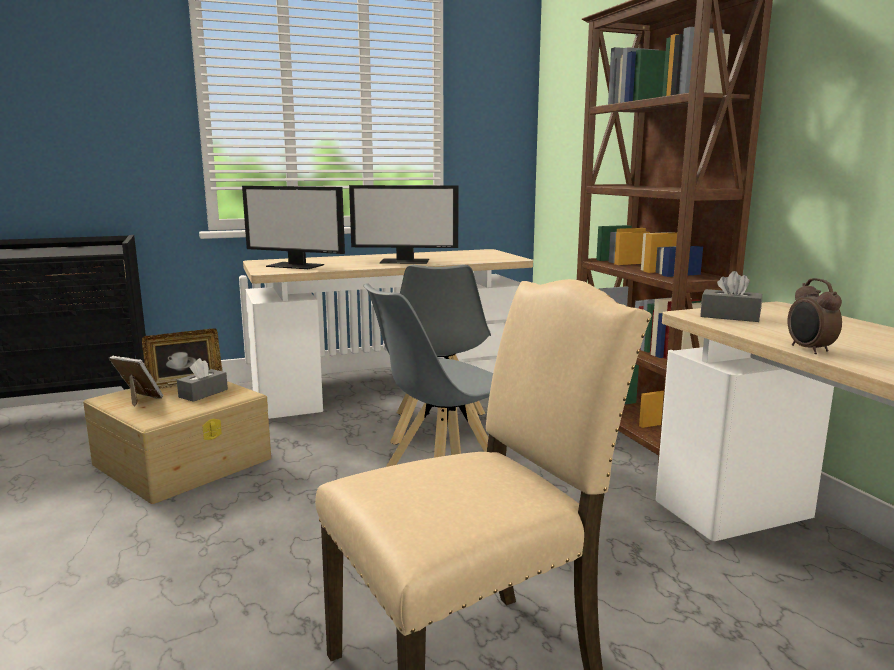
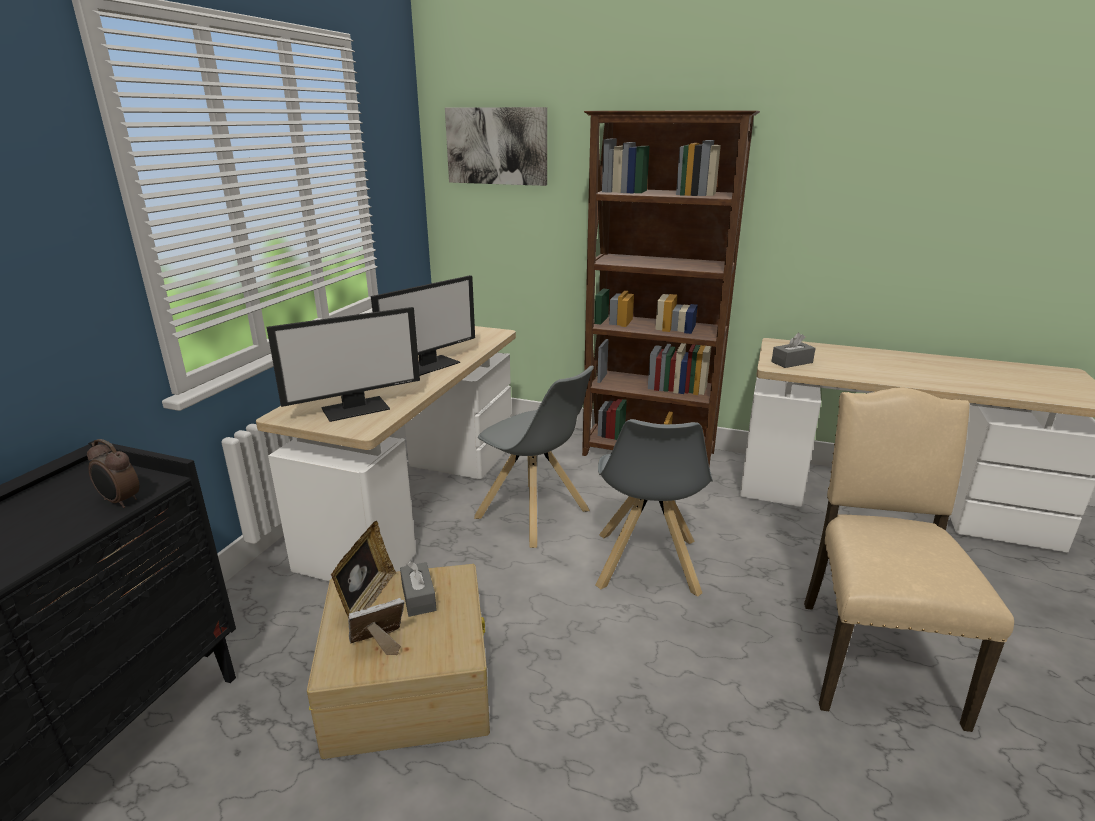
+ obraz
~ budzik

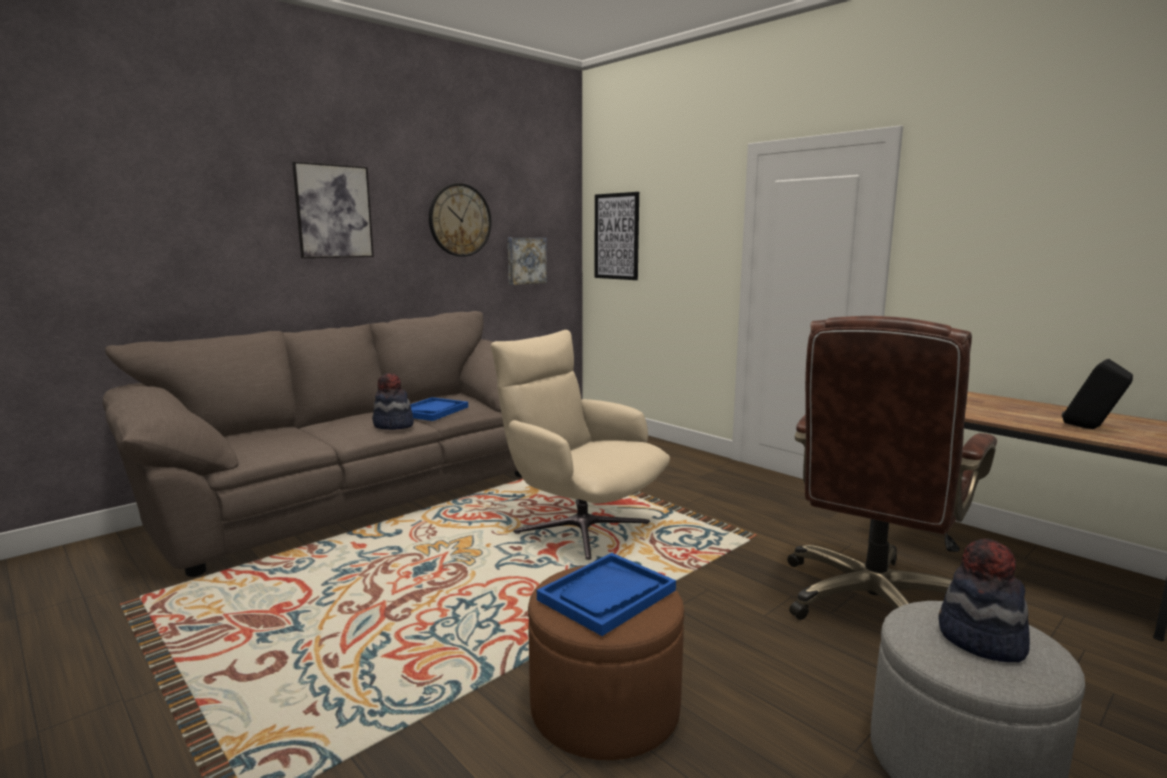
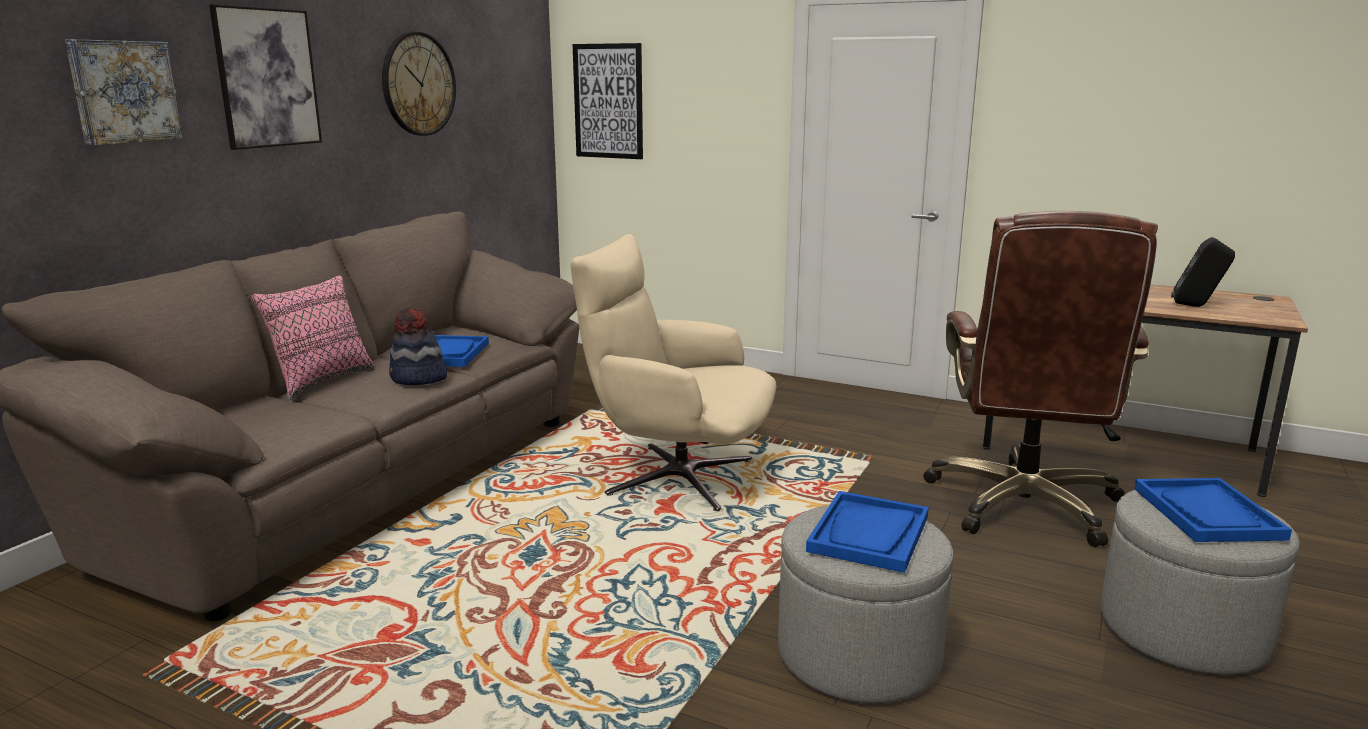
+ poduszka [różowy]
~ obraz (2nd from left in the first image) to obraz (1st from left)
~ kapelusz (2nd from left) to taca [niebieski] (3rd from left)
~ pufa [brązowy] to pufa [szary] (1st from left)

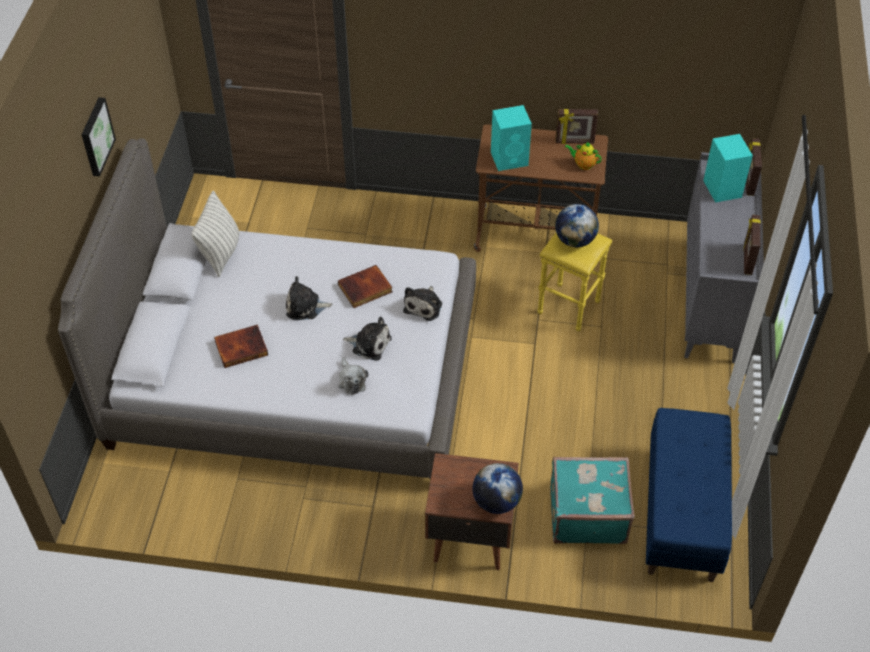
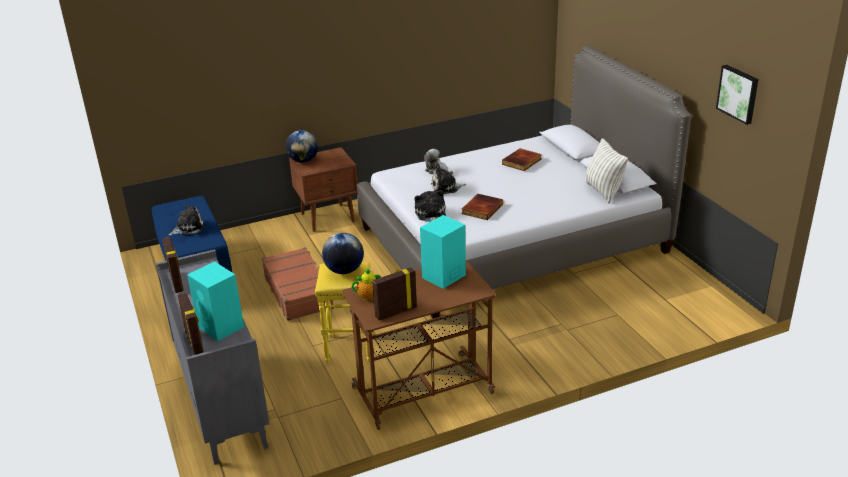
- walizka [turkusowy]
+ walizka [brązowy]
~ obraz
~ pluszak (1st from left)

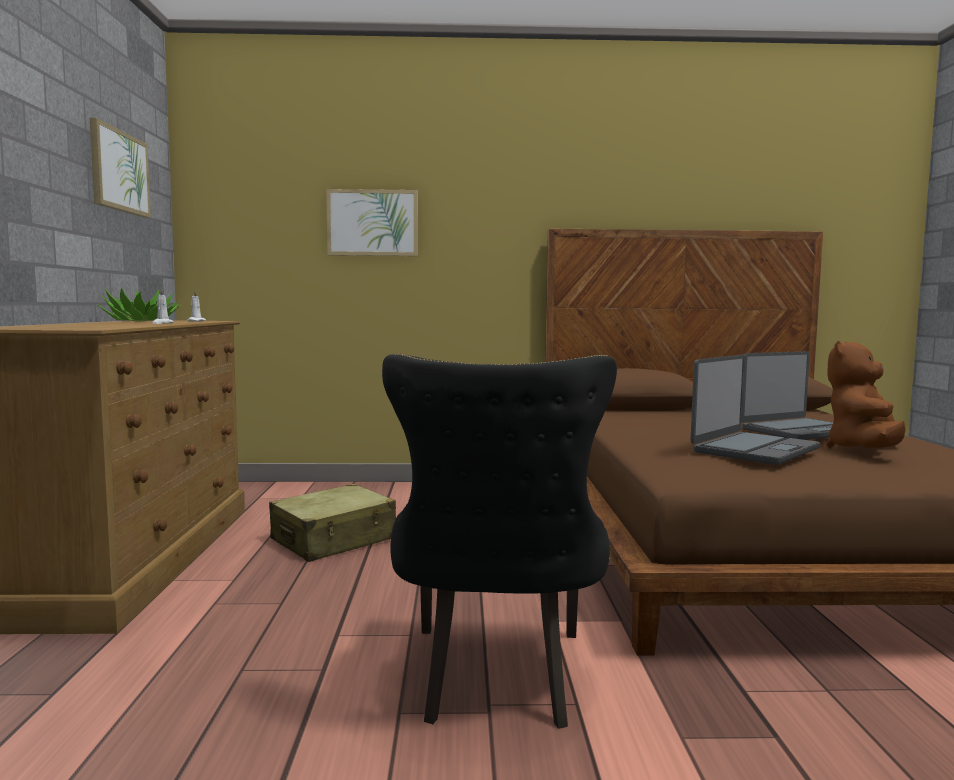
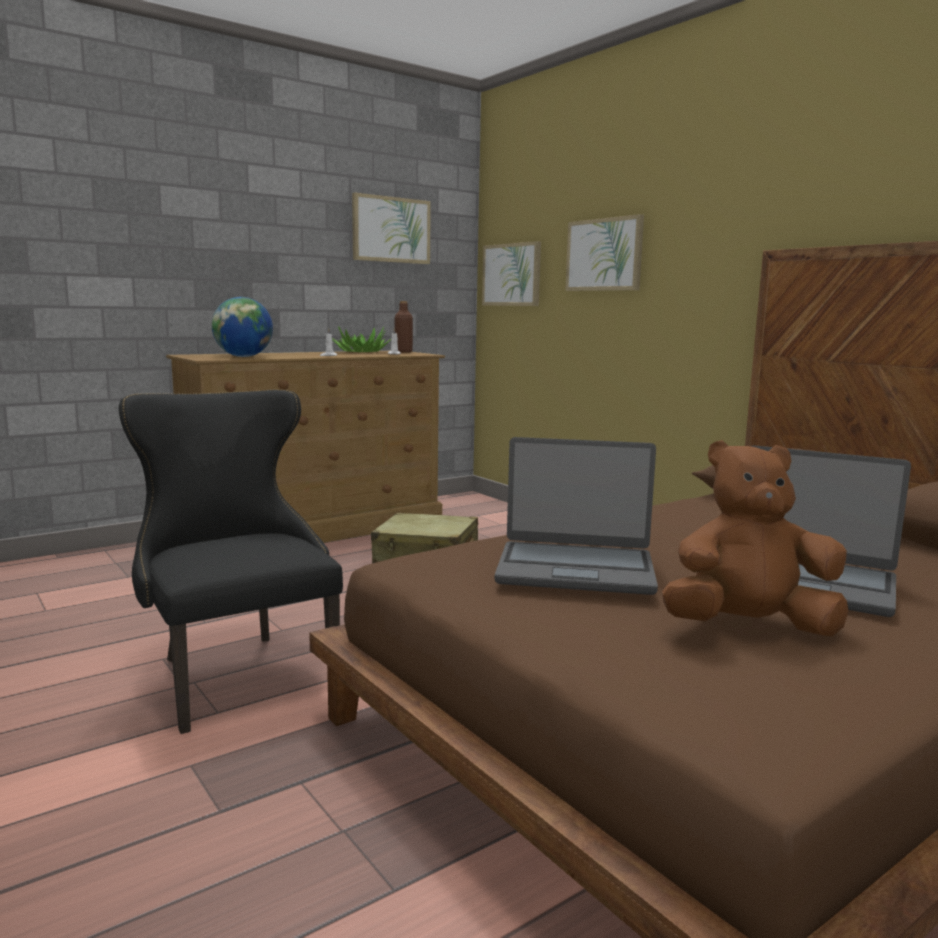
+ globus
+ butelka [brązowy]
+ obraz (2nd from left)
~ krzesło [czarny] 90 degrees clockwise

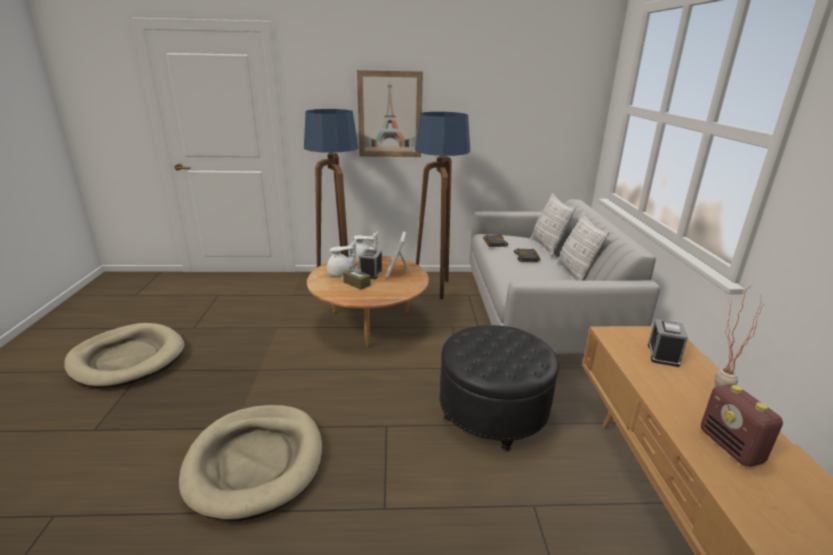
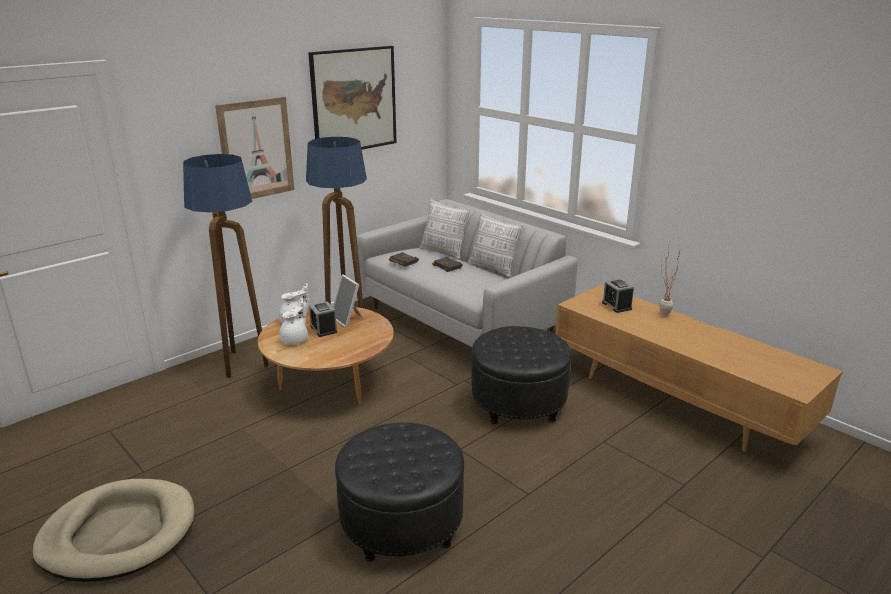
- pudełko chusteczek [brązowy]
- radio
+ obraz (2nd from left)
~ legowisko [beżowy] (2nd from left) to pufa [czarny] (1st from left)

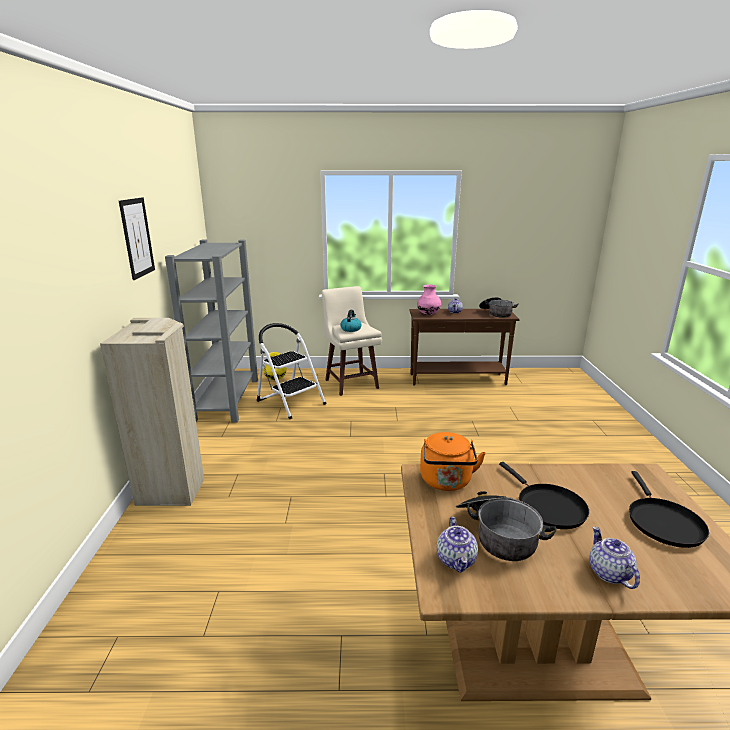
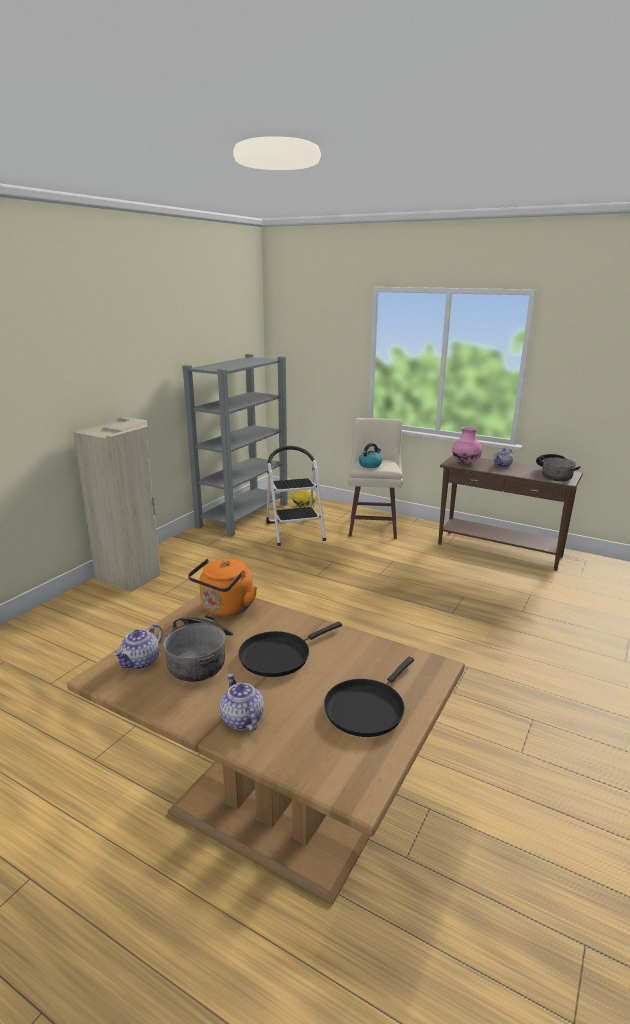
- obraz
~ patelnia [czarny] (1st from left) 45 degrees clockwise
~ imbryk (3rd from left in the first image) 45 degrees counterclockwise

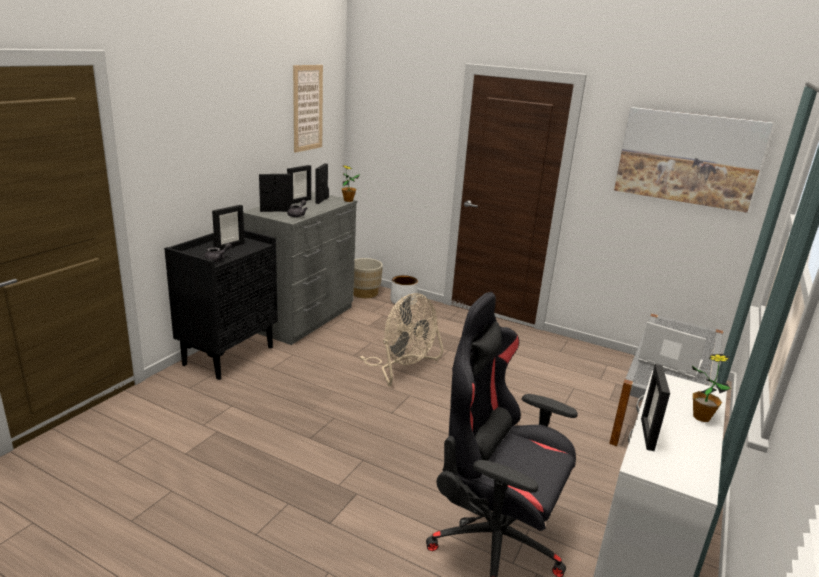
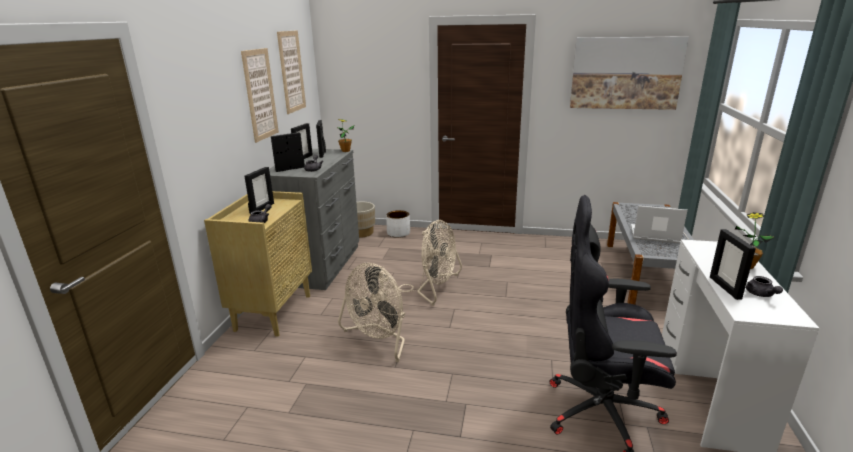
+ obraz (1st from left)
+ wentylator [beżowy] (1st from left)
+ imbryk [szary] (3rd from left)
~ szafka [czarny] to szafka [beżowy]

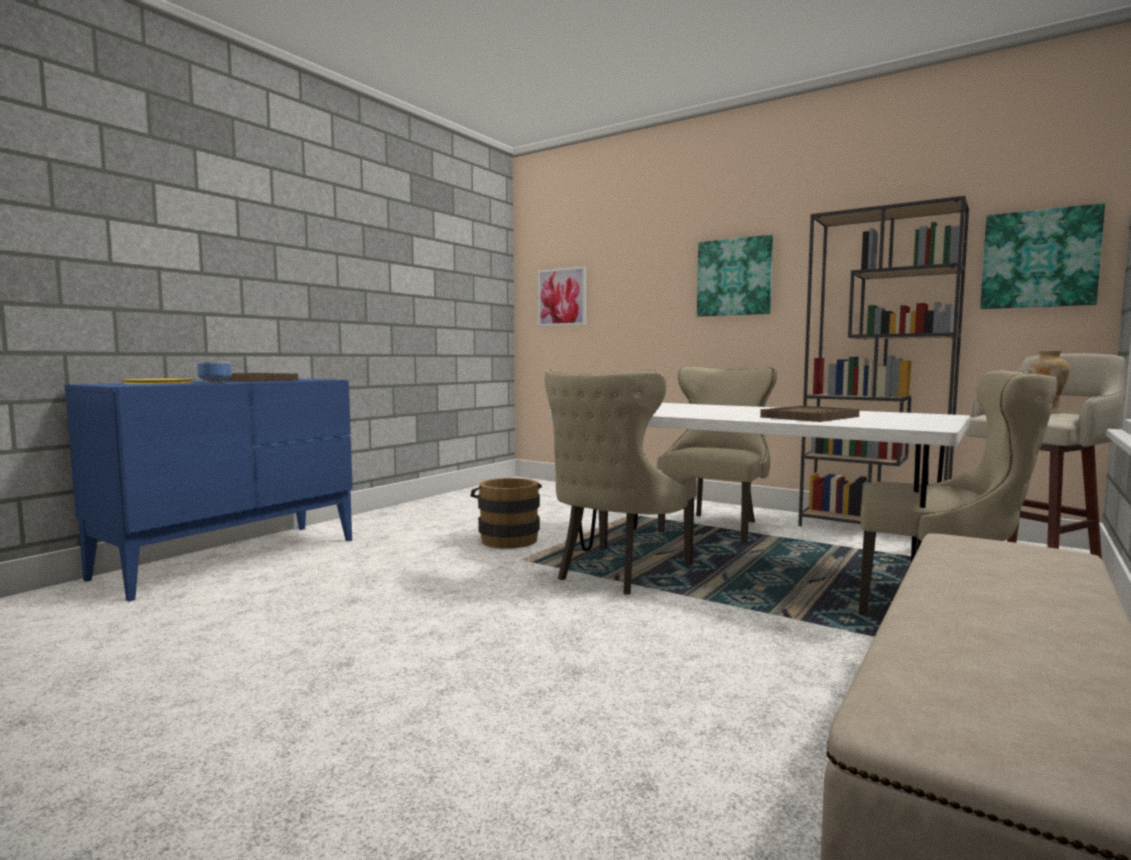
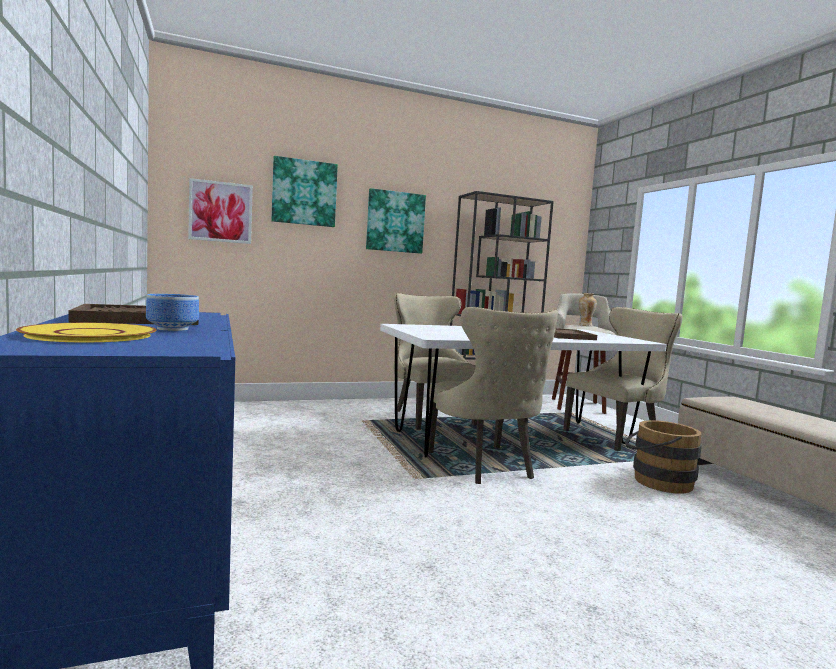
~ wiadro [brązowy]
~ obraz (3rd from left in the first image) to obraz (2nd from left)

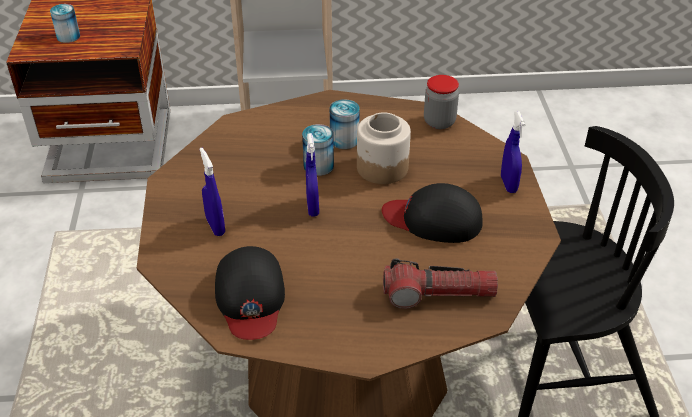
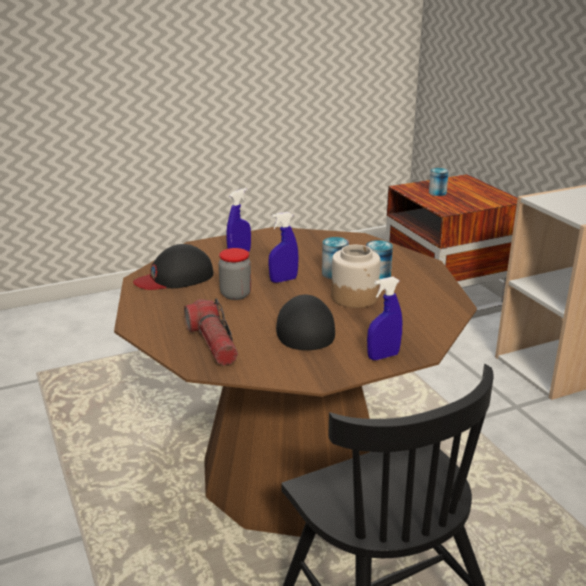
~ słoik (2nd from left in the first image) to słoik (1st from left)

